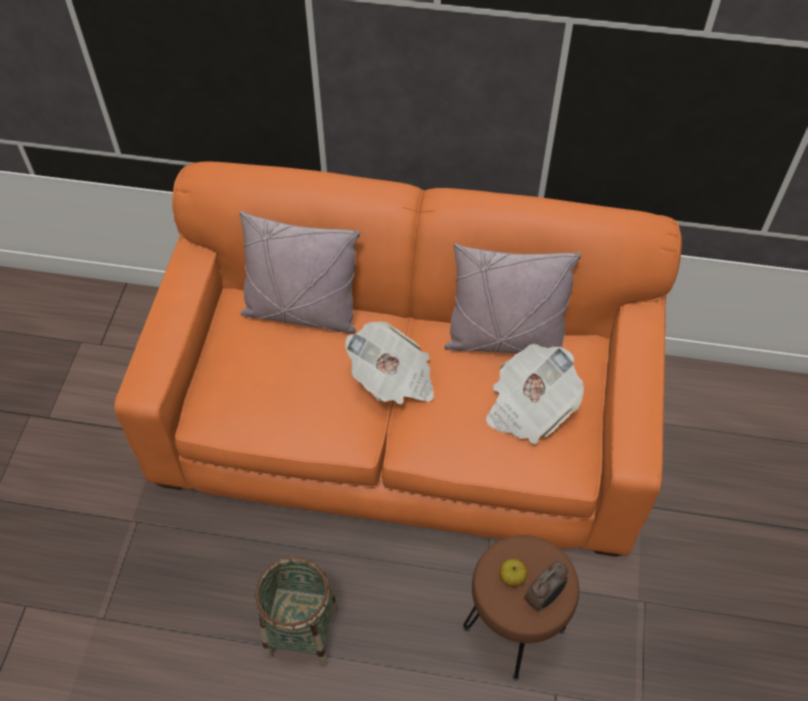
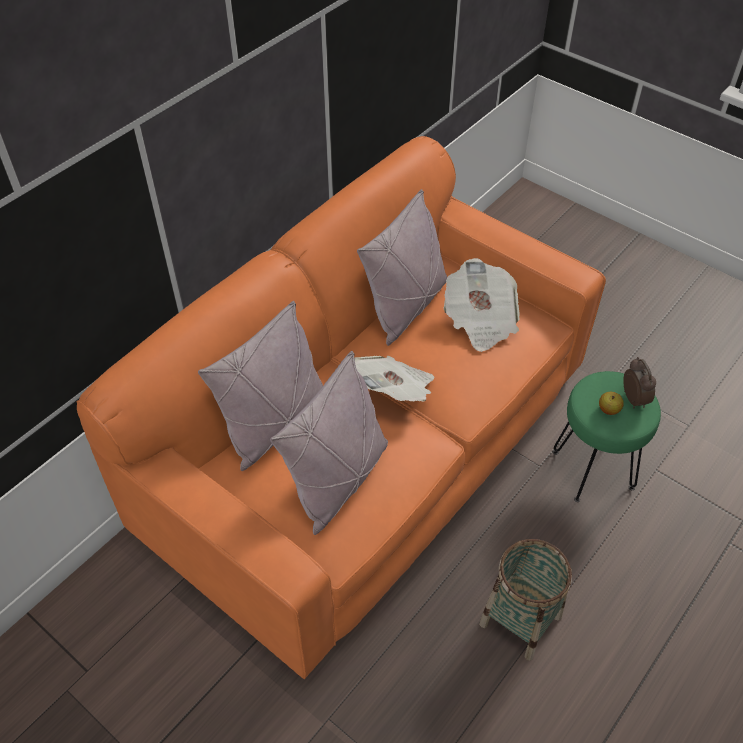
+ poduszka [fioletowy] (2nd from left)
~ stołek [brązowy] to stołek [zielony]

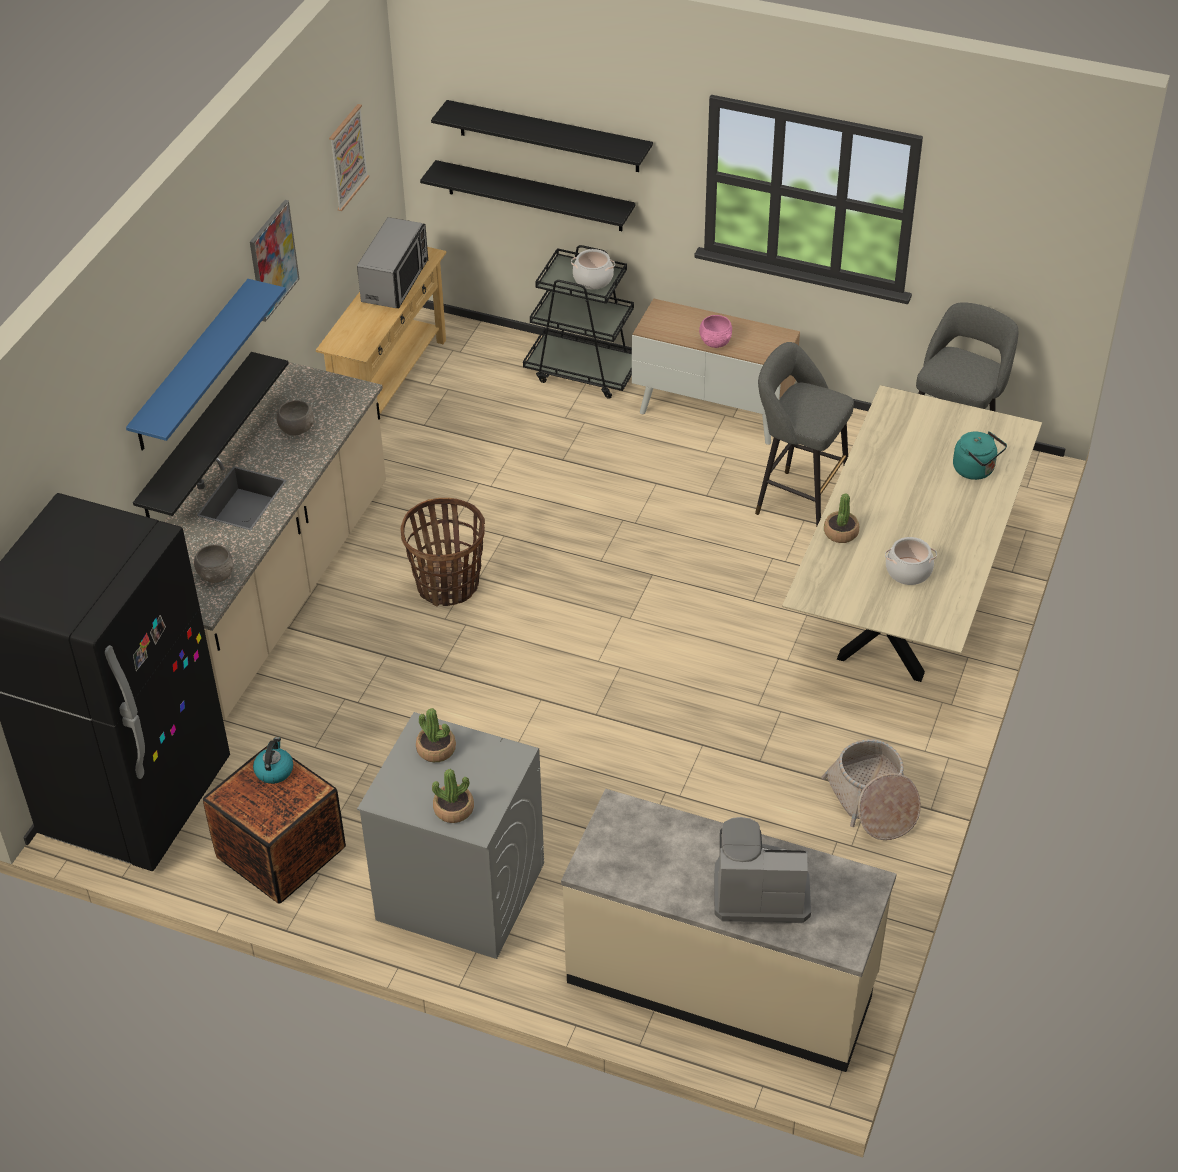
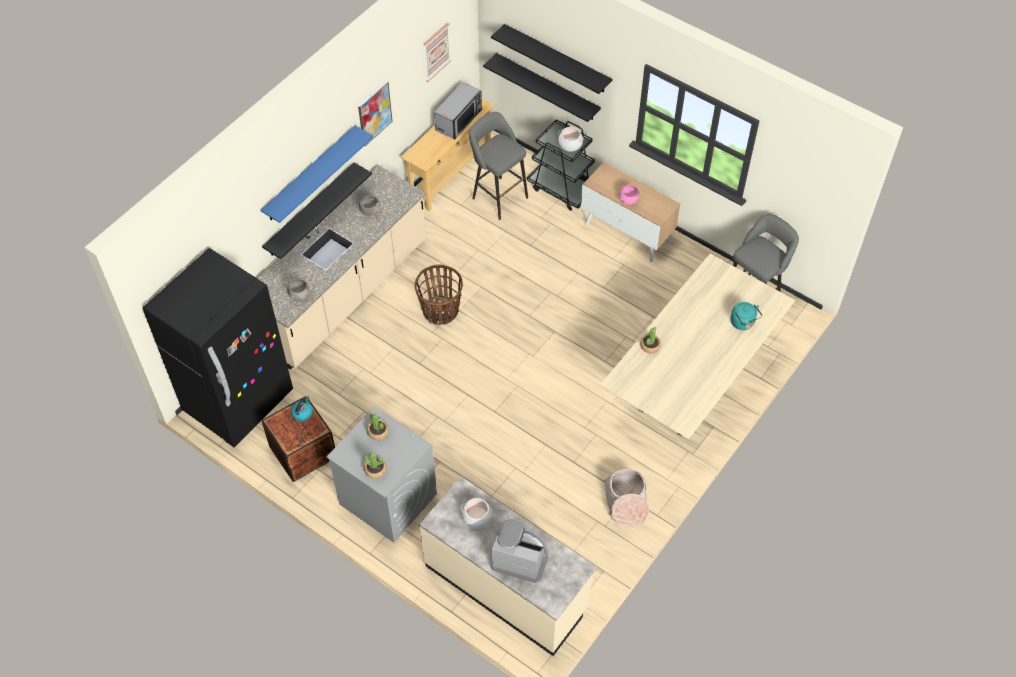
~ stołek [szary] (1st from left)
~ garnek (2nd from left in the first image) to garnek (1st from left)

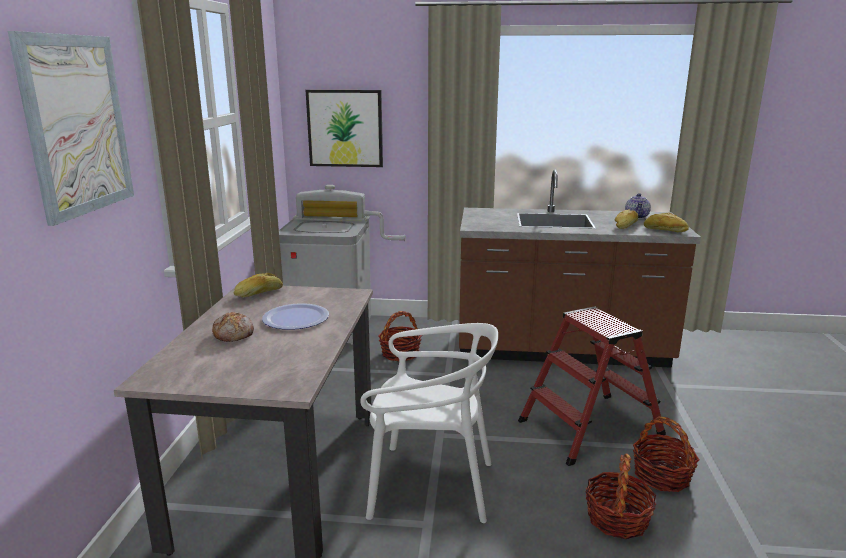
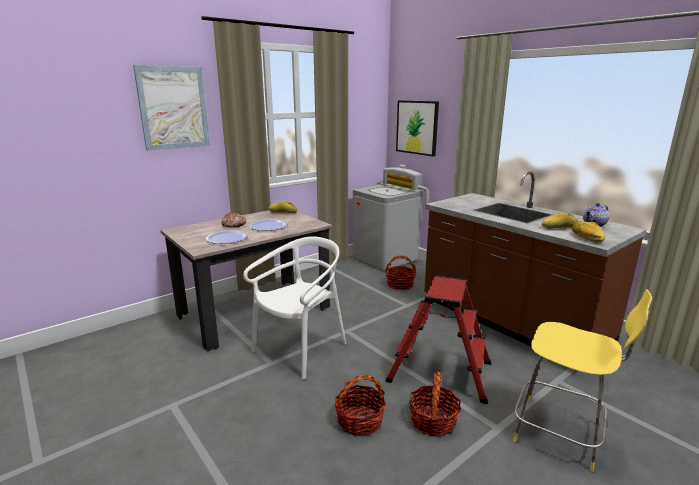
+ talerz (1st from left)
+ stołek [żółty]
~ krzesło [biały] 105 degrees counterclockwise

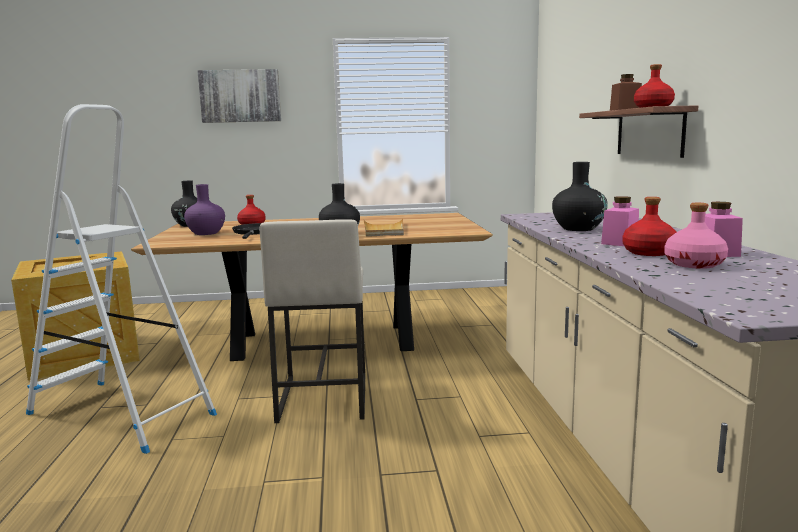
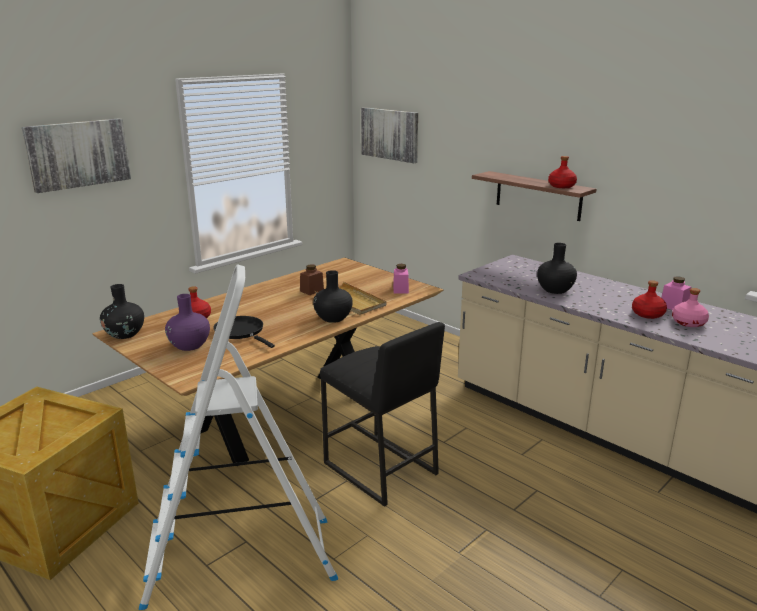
+ obraz (2nd from left)
~ słoik [różowy] (1st from left)
~ słoik [brązowy]
~ stołek [beżowy] to stołek [czarny]

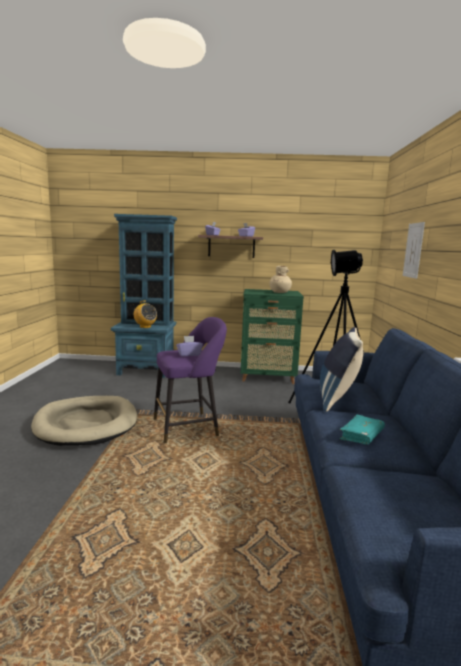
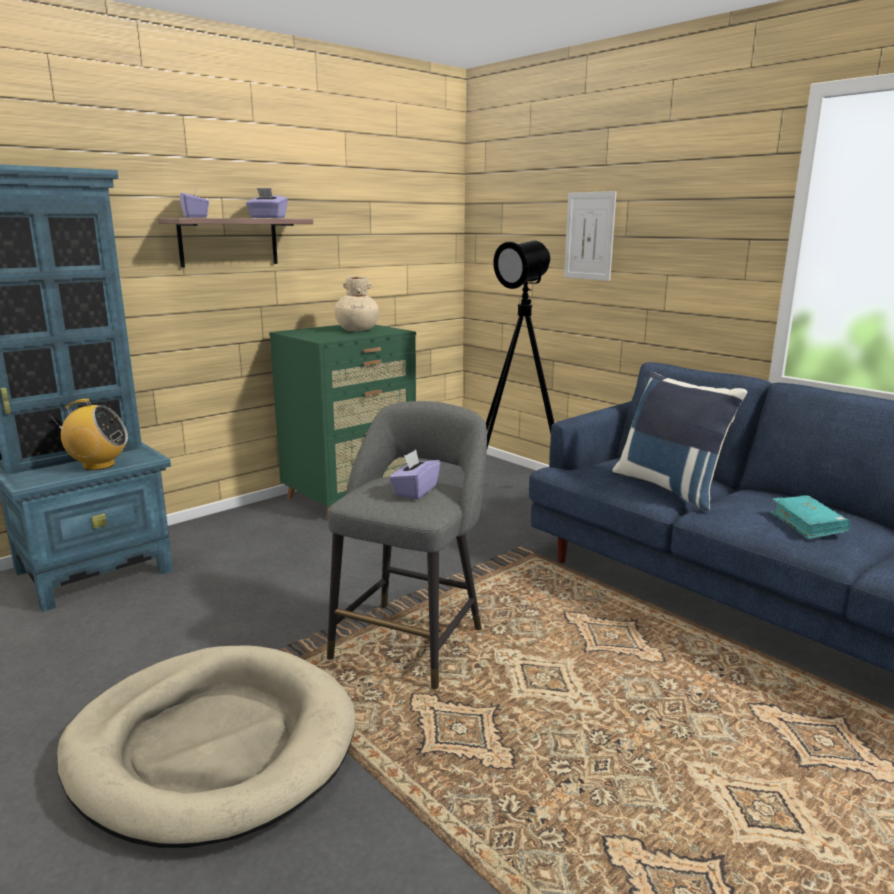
~ stołek [fioletowy] to stołek [szary]

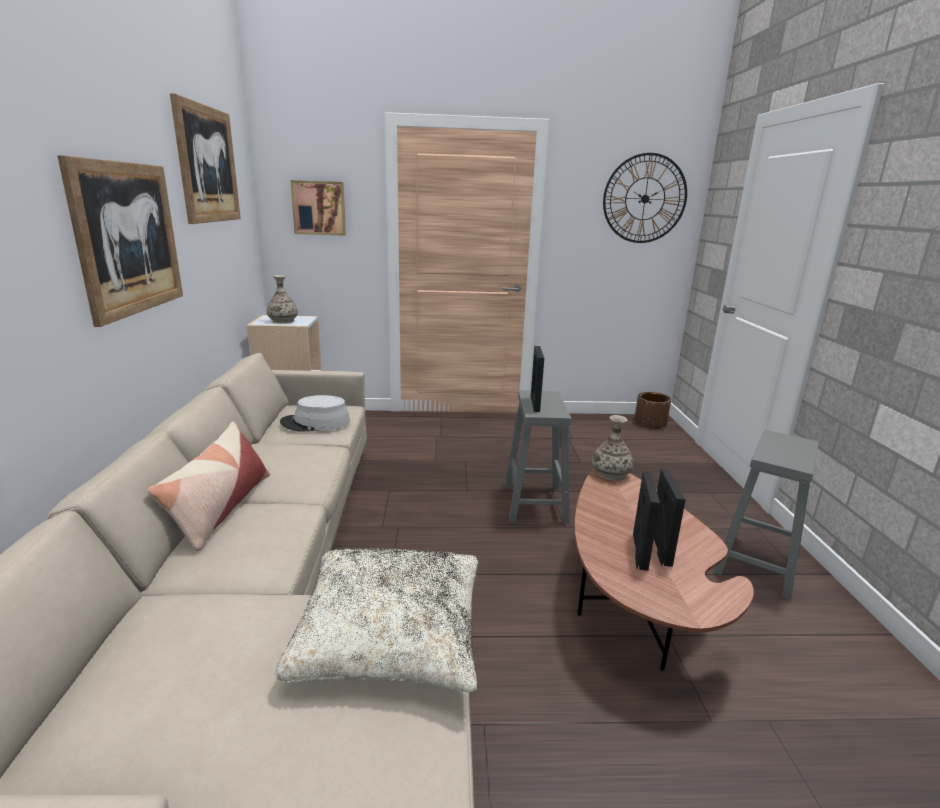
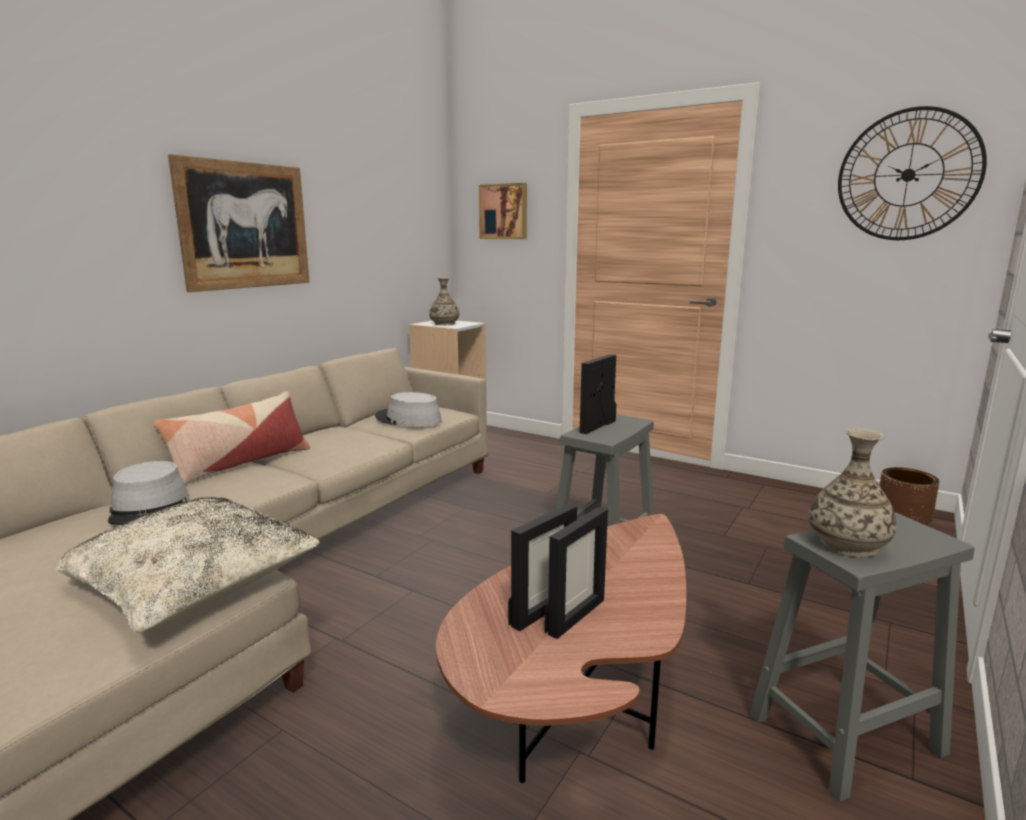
- obraz (2nd from left)
+ kapelusz [szary] (1st from left)
~ wazon (2nd from left)

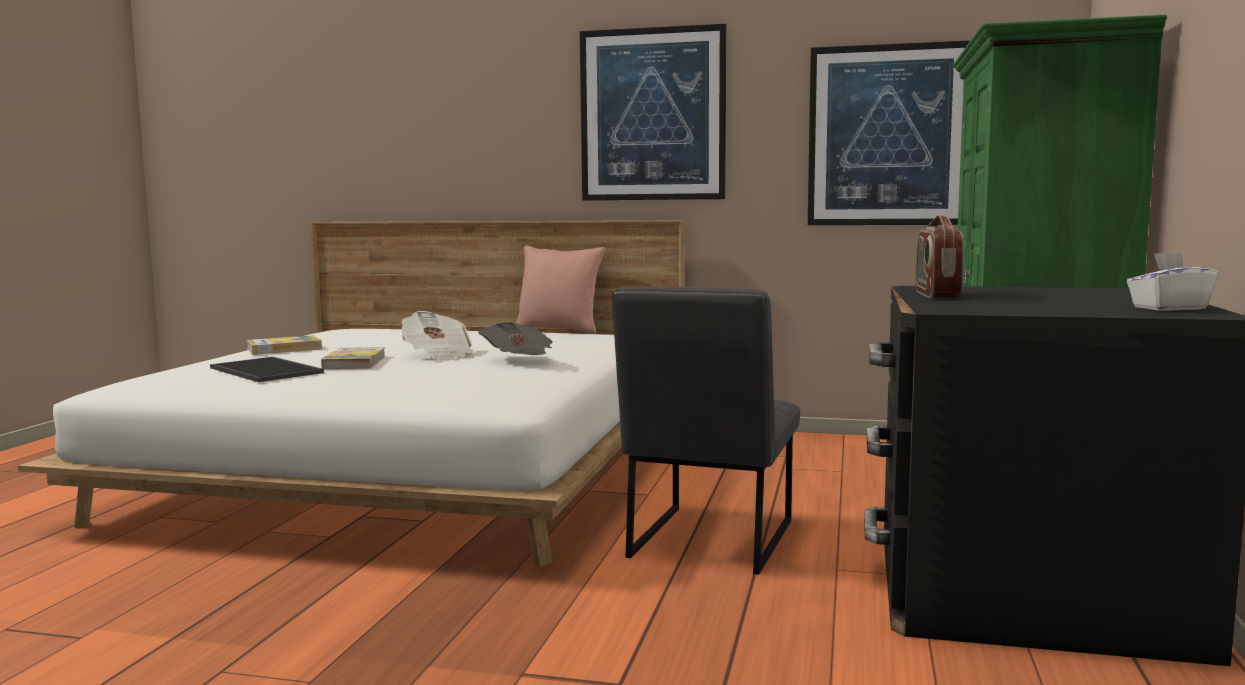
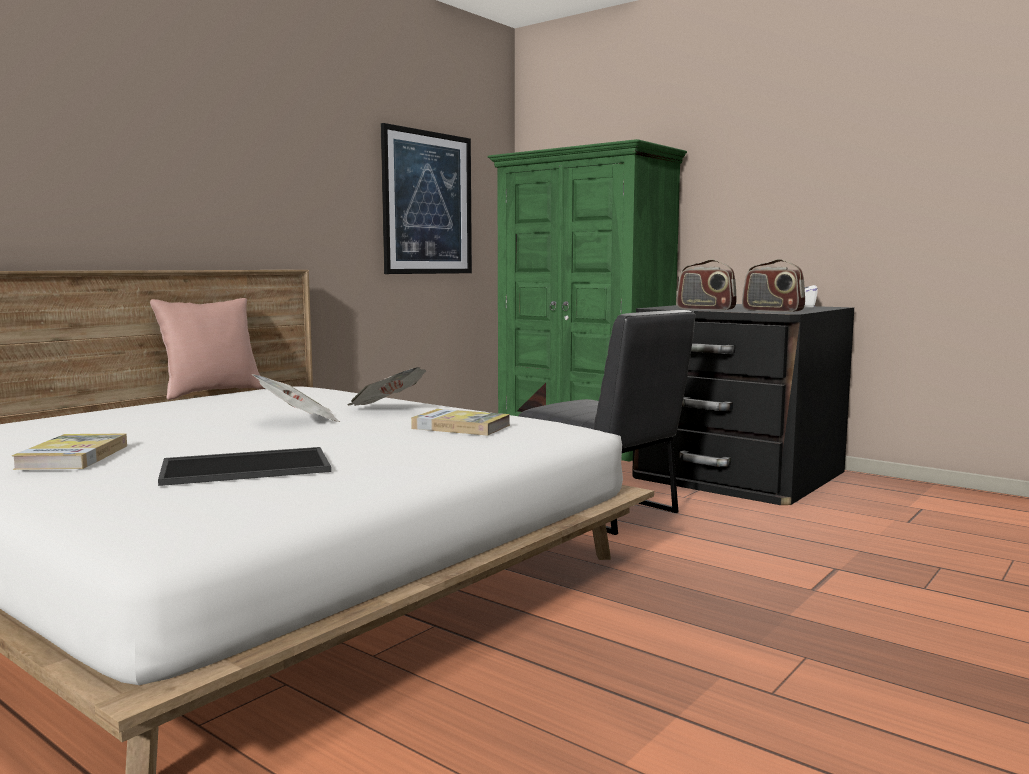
- obraz (1st from left)
+ radio (2nd from left)
~ książka (2nd from left)

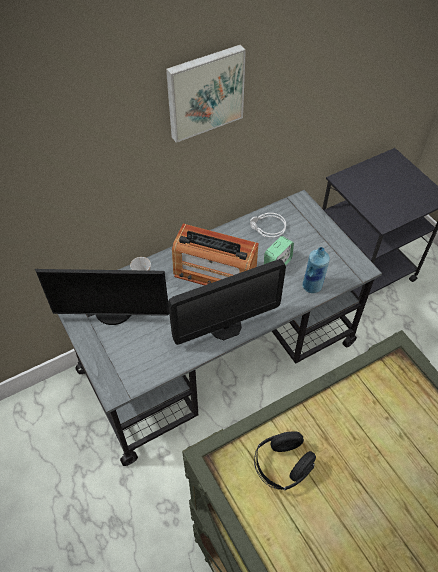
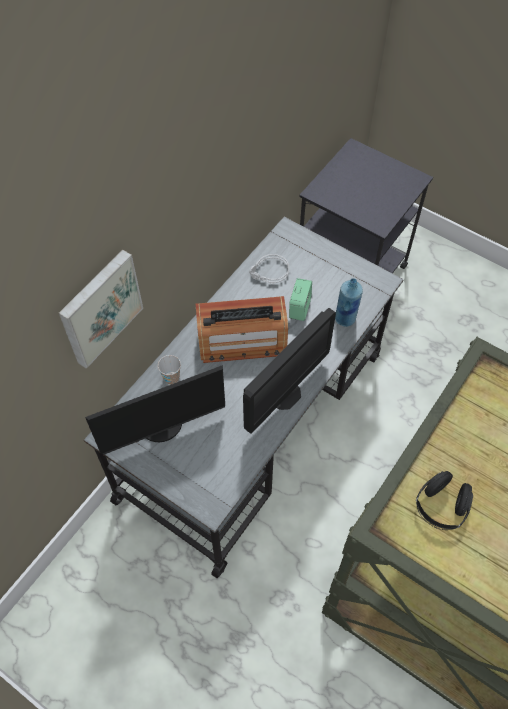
~ obraz

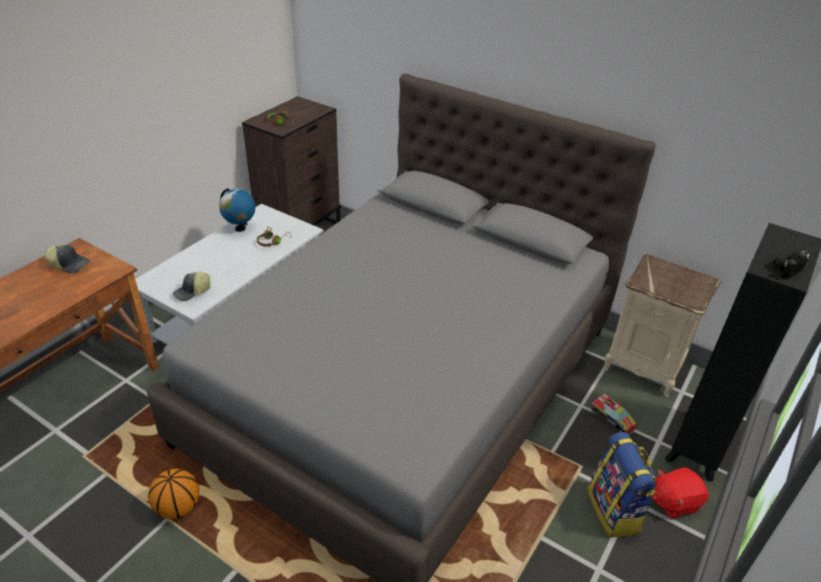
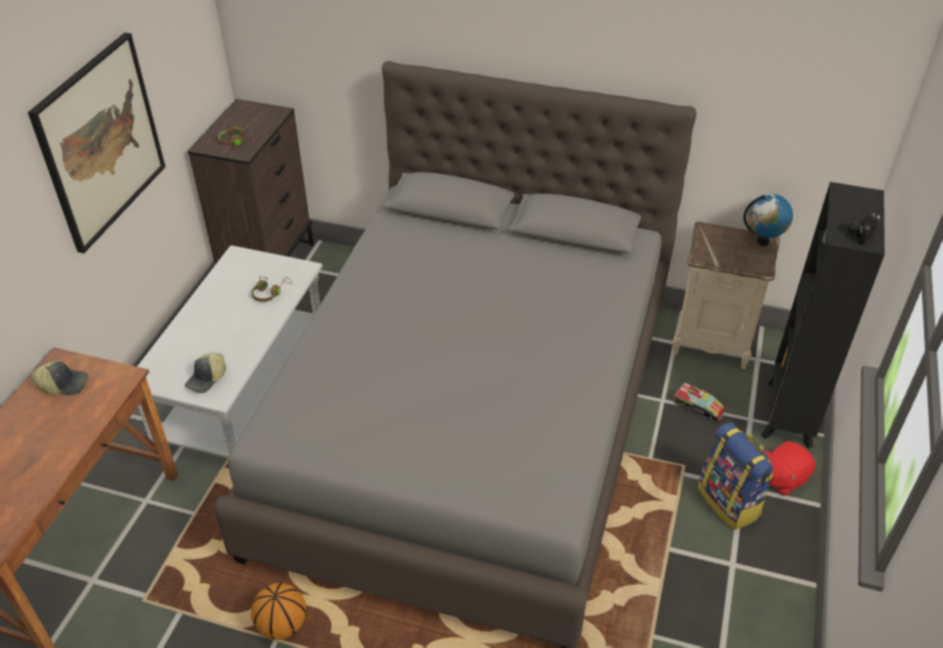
+ obraz
~ globus

